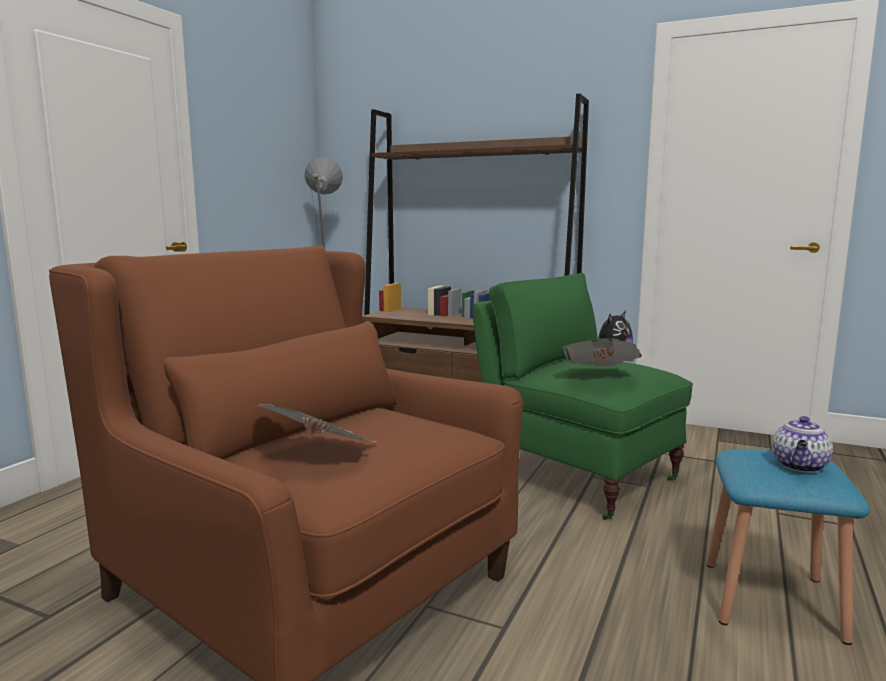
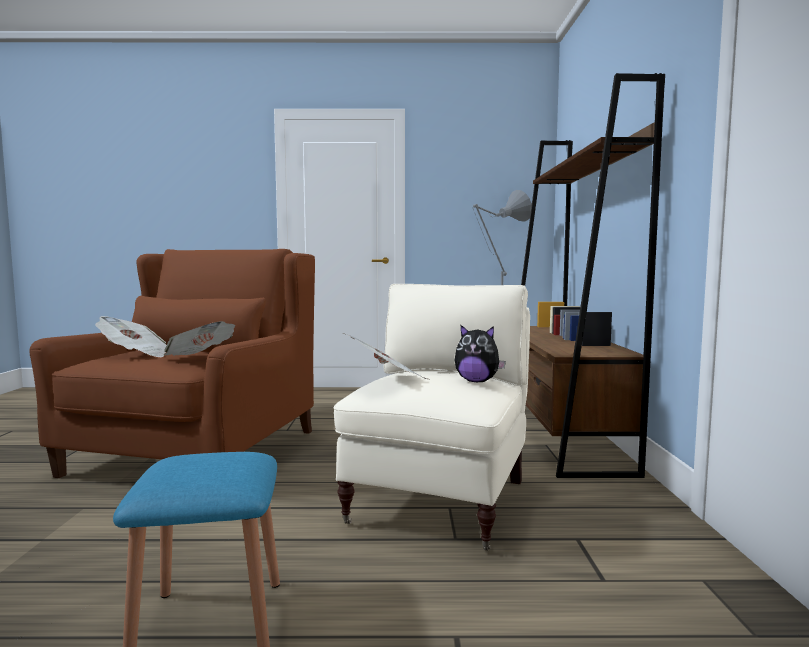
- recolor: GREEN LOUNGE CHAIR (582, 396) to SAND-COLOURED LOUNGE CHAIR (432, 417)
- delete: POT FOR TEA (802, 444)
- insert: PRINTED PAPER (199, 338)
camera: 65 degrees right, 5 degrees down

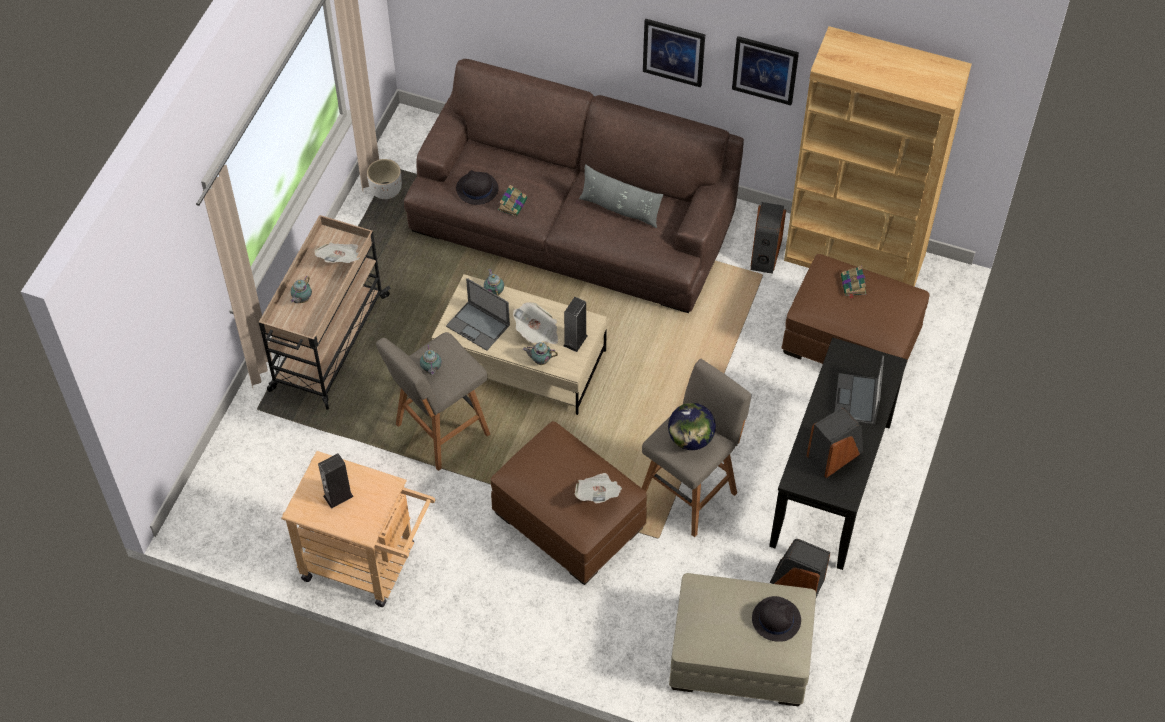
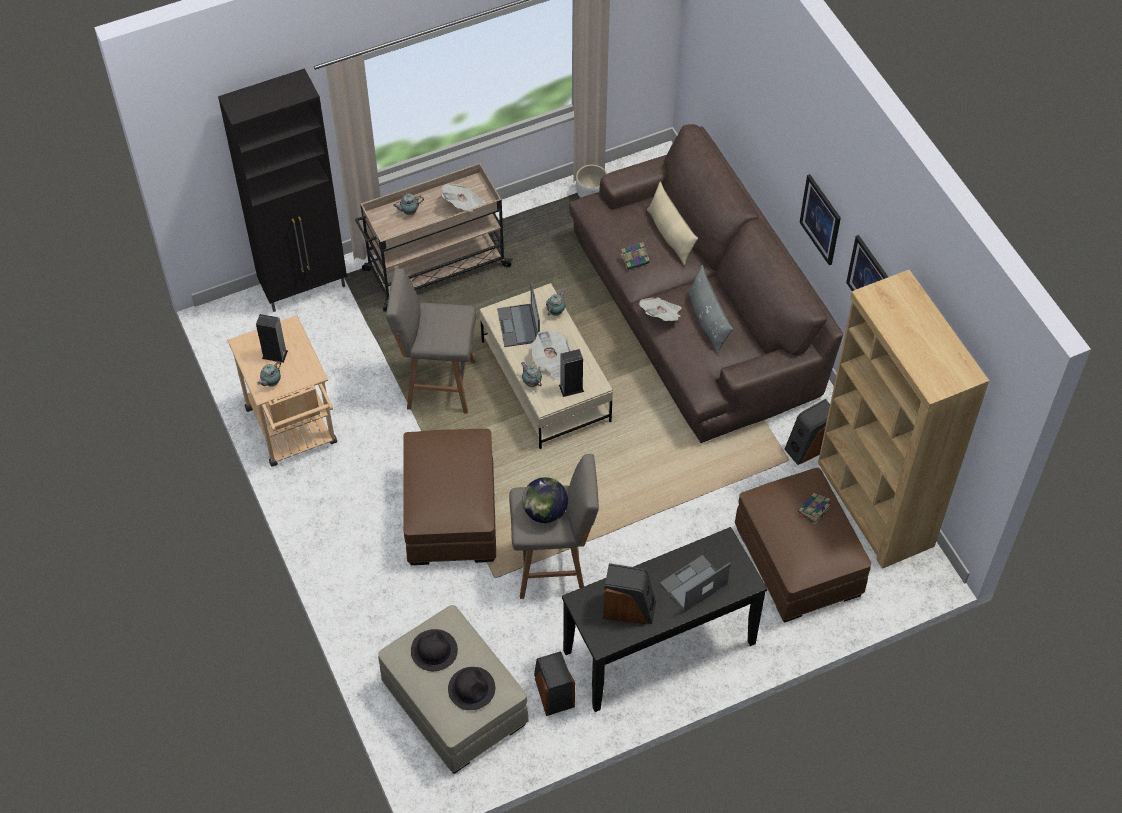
- move: BLACK WEARABLE HAT (477, 187) to (434, 650)
- move: POT FOR TEA (431, 360) to (269, 374)
- move: PRINTED PAPER (598, 488) to (660, 309)
- insert: BLACK STORAGE CABINET (282, 190)
- insert: SAND-COLOURED PILLOW (672, 224)
camera: 45 degrees right, 0 degrees up

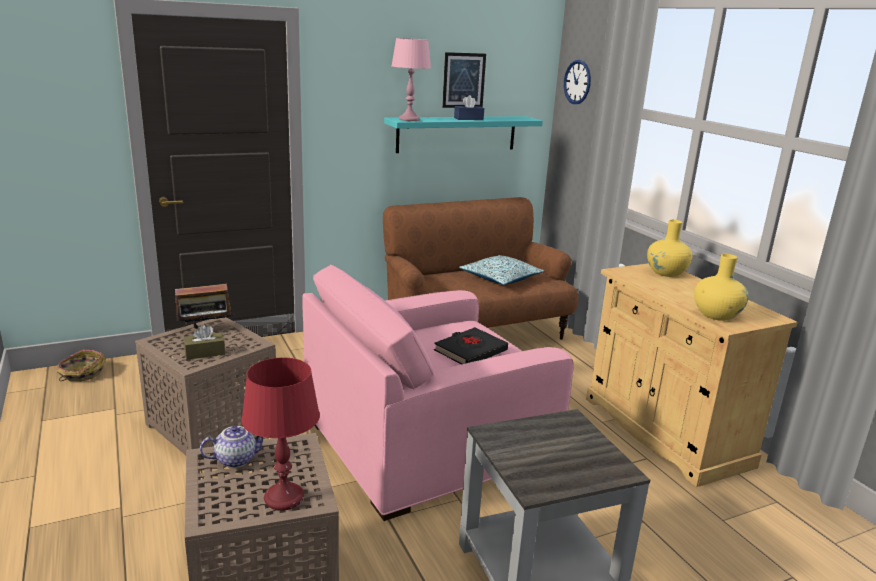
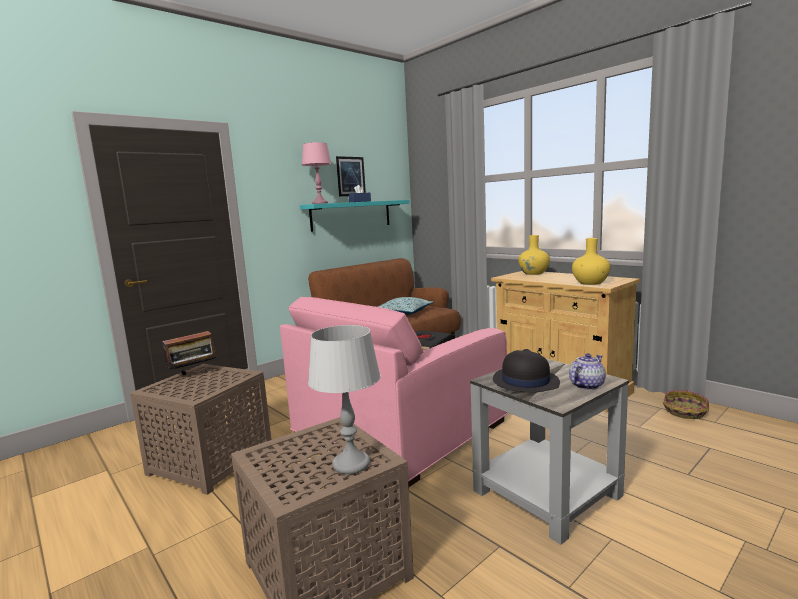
- delete: CLOCK ON THE WALL (577, 82)
- delete: BROWN-COLOURED BOX OF TISSUES (204, 342)
- move: BASKET (81, 365) to (686, 404)
- recolor: RED-COLOURED TABLE LAMP (280, 434) to GREY TABLE LAMP (344, 399)
- move: POT FOR TEA (231, 447) to (587, 371)
- insert: BLACK WEARABLE HAT (526, 370)
camera: 15 degrees left, 10 degrees down

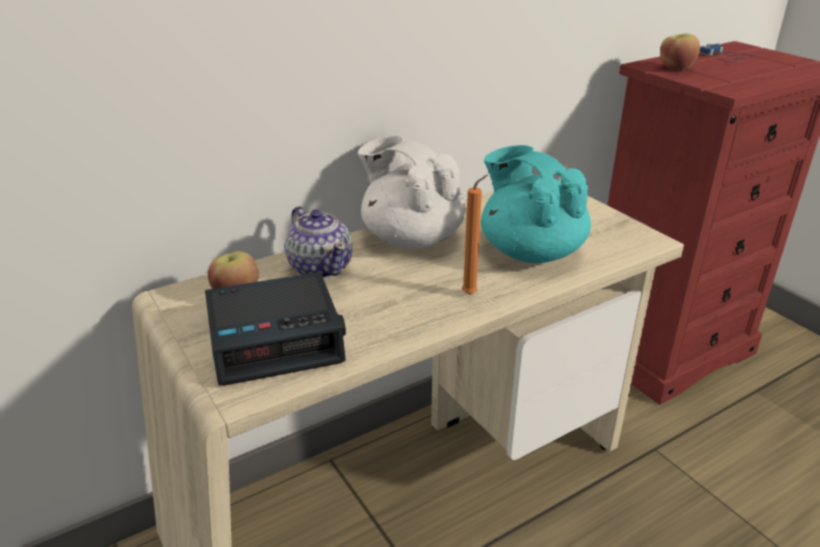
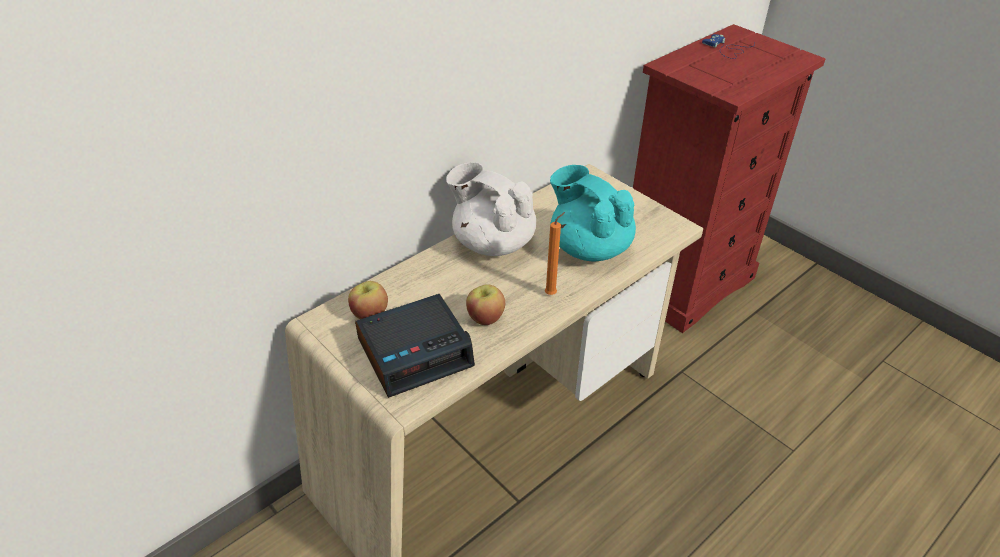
- move: WHOLE APPLE (680, 52) to (485, 304)
- delete: POT FOR TEA (318, 242)
camera: 10 degrees left, 10 degrees up

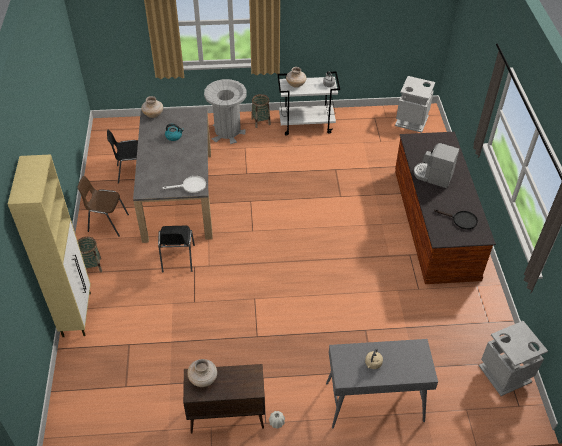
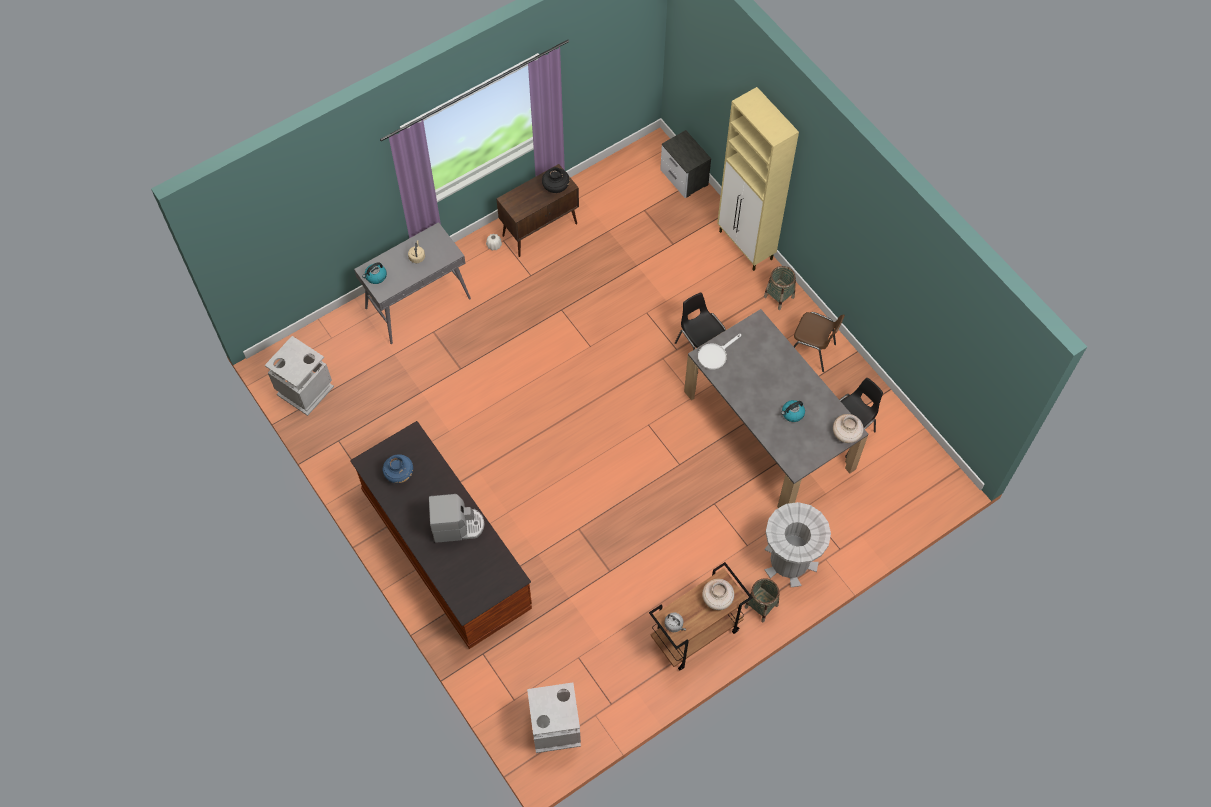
- recolor: WHITE-COLOURED WHEELED CART (308, 104) to BROWN-COLOURED WHEELED CART (701, 616)
- rotate: BROWN-COLOURED CHAIR (103, 206) = (819, 342) 45 degrees clockwise
- replace: BLACK FRYING PAN (456, 219) to BLUE-COLOURED VASE (398, 468)
- recolor: SAND-COLOURED VASE (202, 373) to BLACK VASE (556, 180)
- insert: BEDSIDE TABLE (685, 164)
- insert: TEA KETTLE (374, 273)
camera: 150 degrees right, 15 degrees up

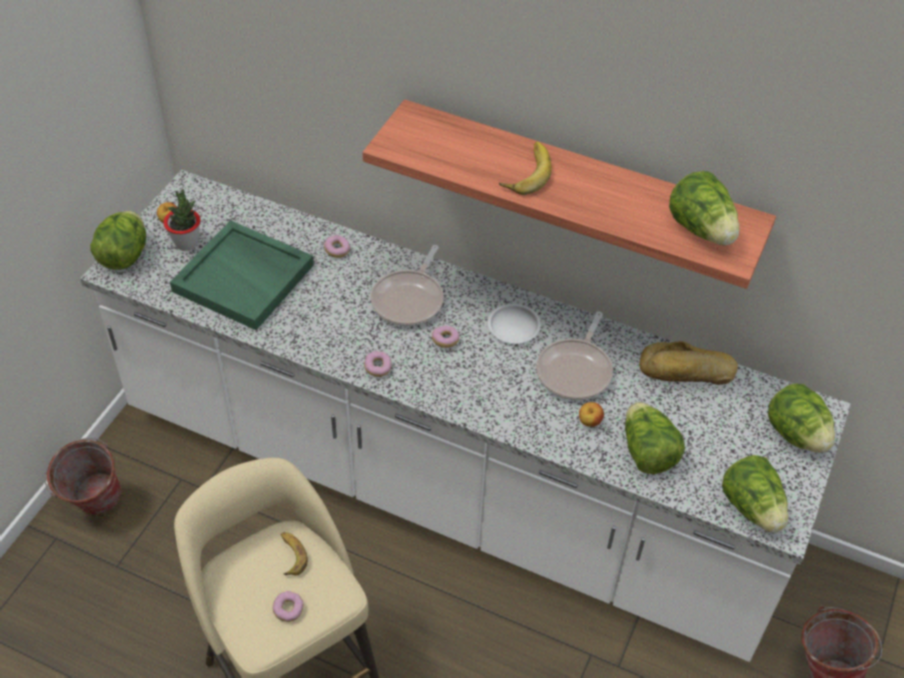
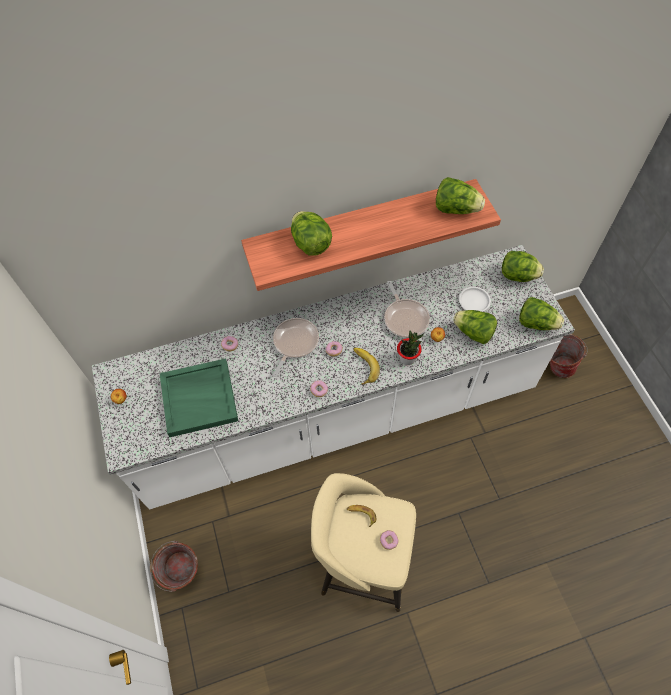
- move: WHOLE BANANA (525, 168) to (366, 366)
- move: PLANT IN A POT (181, 220) to (410, 348)
- move: HEAD OF LETTUCE (118, 240) to (311, 233)
- rotate: FRYING PAN (407, 285) = (296, 347) 135 degrees counterclockwise
- move: WHITE-COLOURED FLAT DISH (514, 324) to (475, 299)
- delete: BAKED BREAD (688, 363)
camera: 40 degrees left, 10 degrees up

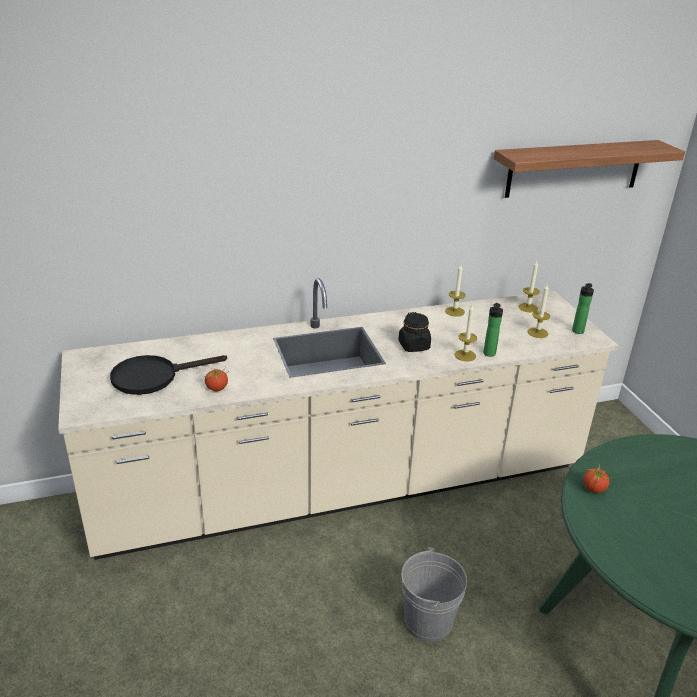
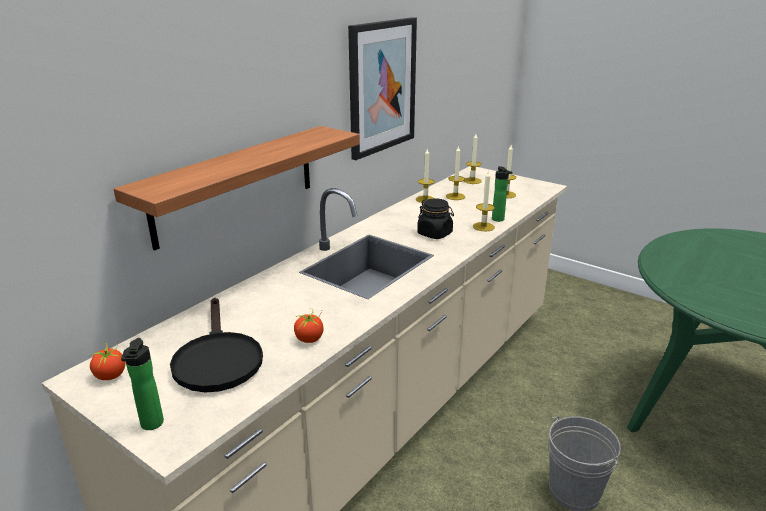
- move: WALL SHELF (589, 169) to (237, 188)
- move: BEVERAGE BOTTLE (583, 308) to (142, 384)
- rotate: BLACK FRYING PAN (168, 375) = (216, 345) 45 degrees counterclockwise
- move: WHOLE TOMATO (596, 479) to (108, 360)
- insert: PICTURE (382, 88)
- insert: CANDLE (455, 172)
camera: 35 degrees left, 5 degrees down

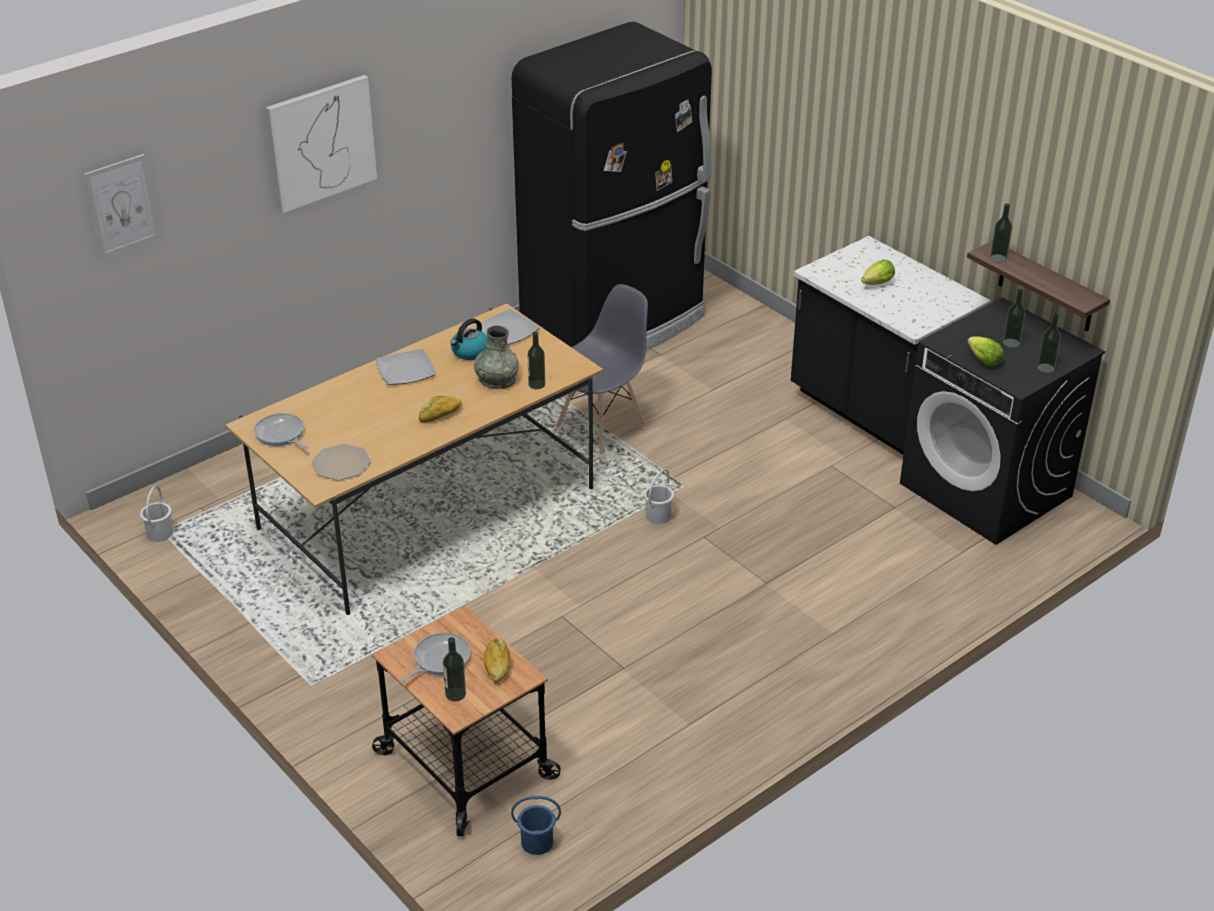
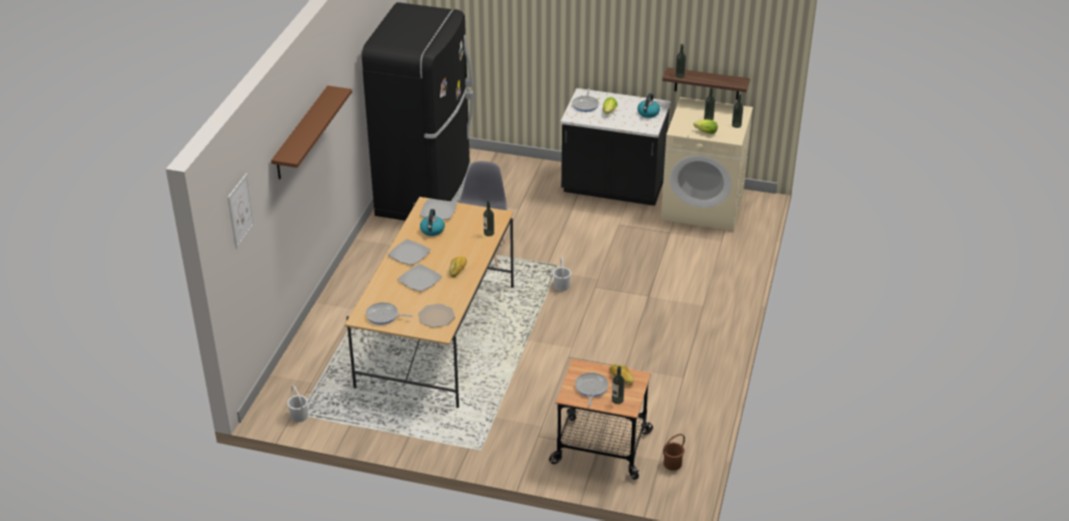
- replace: PICTURE (321, 144) to BROWN-COLOURED WALL SHELF (311, 133)
- recolor: BLACK LAUNDRY MACHINE (1002, 421) to SAND-COLOURED LAUNDRY MACHINE (707, 164)
- delete: GREY VASE (496, 357)
- recolor: BLUE-COLOURED BUCKET (536, 825) to BROWN-COLOURED BUCKET (674, 452)
- insert: FRYING PAN (585, 100)
- insert: TEA KETTLE (648, 105)
- insert: FLAT DISH (420, 278)
camera: 35 degrees left, 0 degrees up

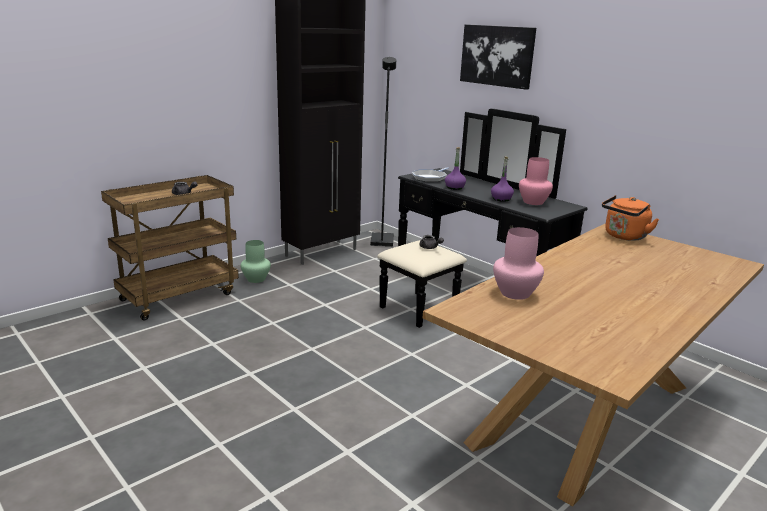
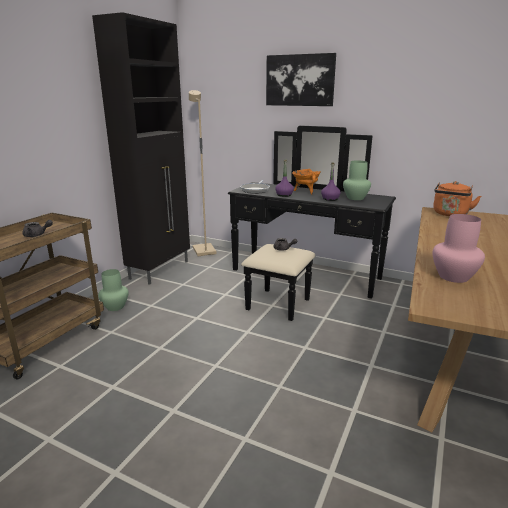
- recolor: BLACK FLOOR LAMP (383, 152) to SAND-COLOURED FLOOR LAMP (203, 173)
- recolor: PINKISH VASE (536, 181) to GREEN VASE (357, 180)
- insert: ORANGE-COLOURED COOKING POT (306, 181)
camera: 20 degrees left, 0 degrees up

